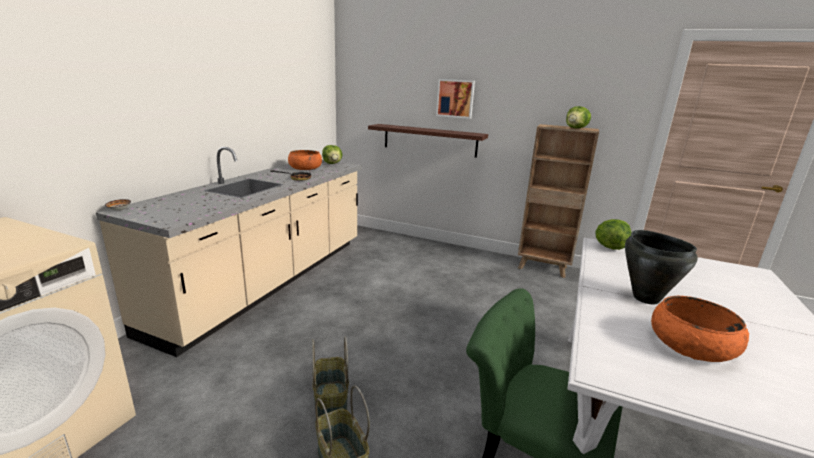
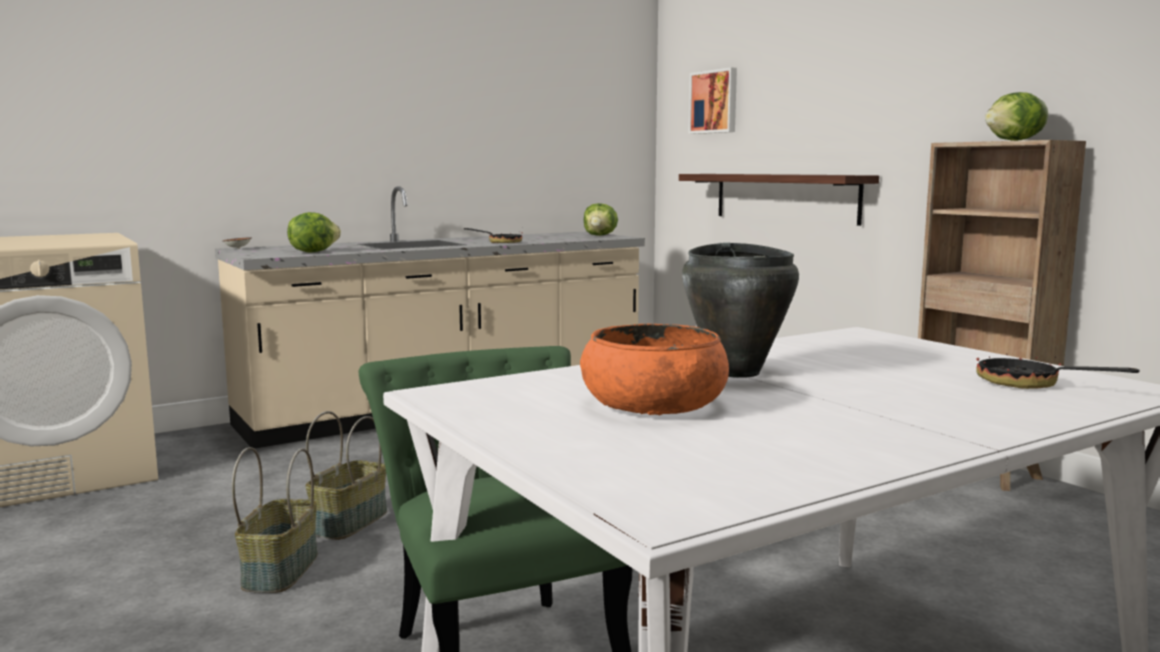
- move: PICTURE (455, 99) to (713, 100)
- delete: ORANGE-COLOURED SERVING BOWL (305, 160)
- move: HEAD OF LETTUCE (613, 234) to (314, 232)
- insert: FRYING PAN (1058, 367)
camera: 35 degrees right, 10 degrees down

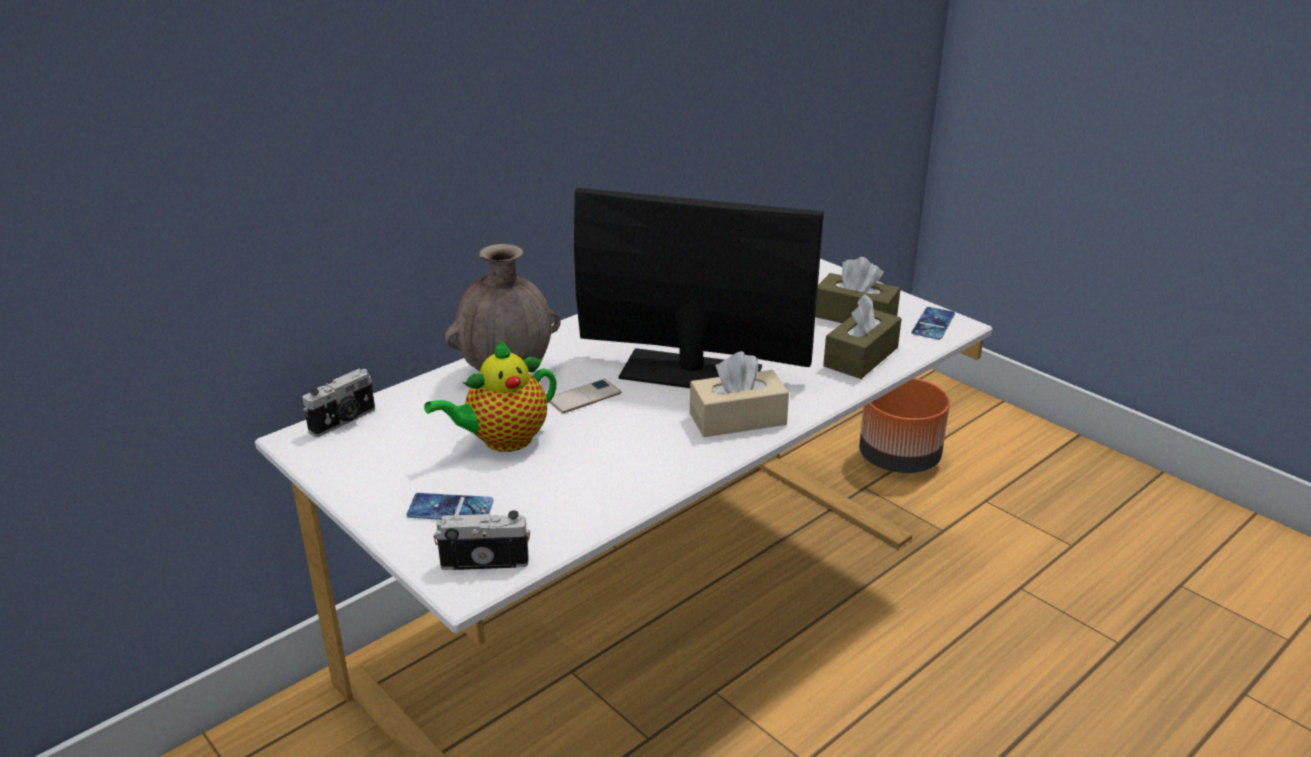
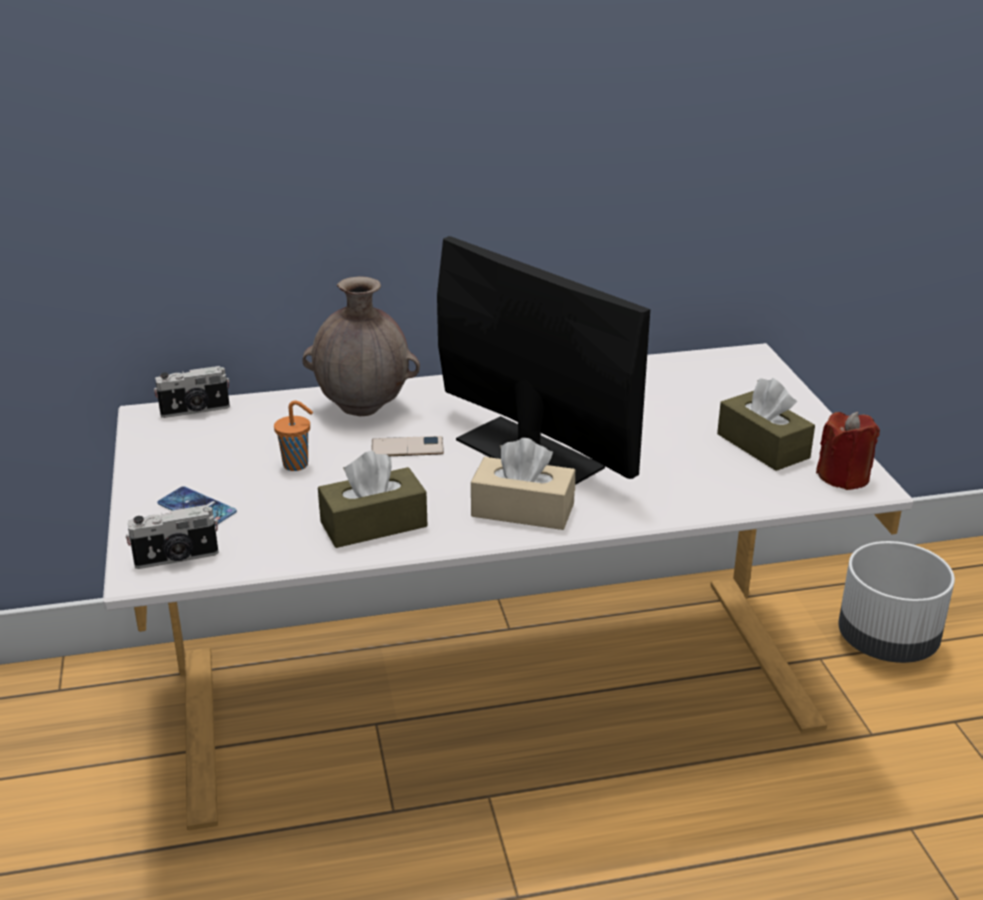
- move: BROWN-COLOURED BOX OF TISSUES (862, 336) to (373, 499)
- replace: HANDSET (933, 323) to RED-COLOURED CANDLE (848, 451)
- replace: POT FOR TEA (490, 396) to ORANGE-COLOURED CUP (293, 435)
- recolor: ORANGE-COLOURED PLANT POT (904, 425) to WHITE-COLOURED PLANT POT (896, 602)
- rotate: STILL CAMERA (482, 540) = (172, 537) 135 degrees clockwise
camera: 30 degrees right, 0 degrees up

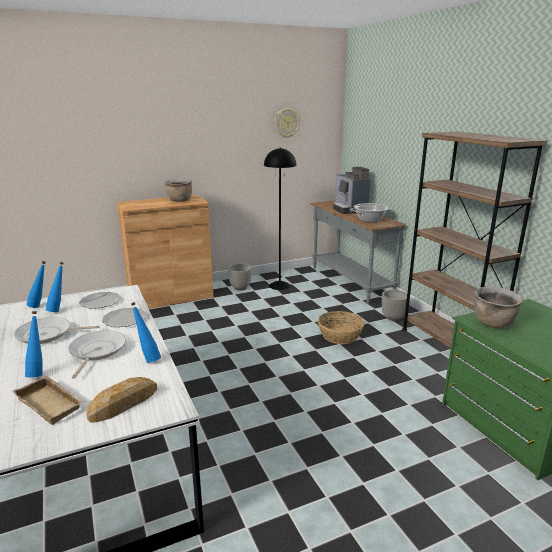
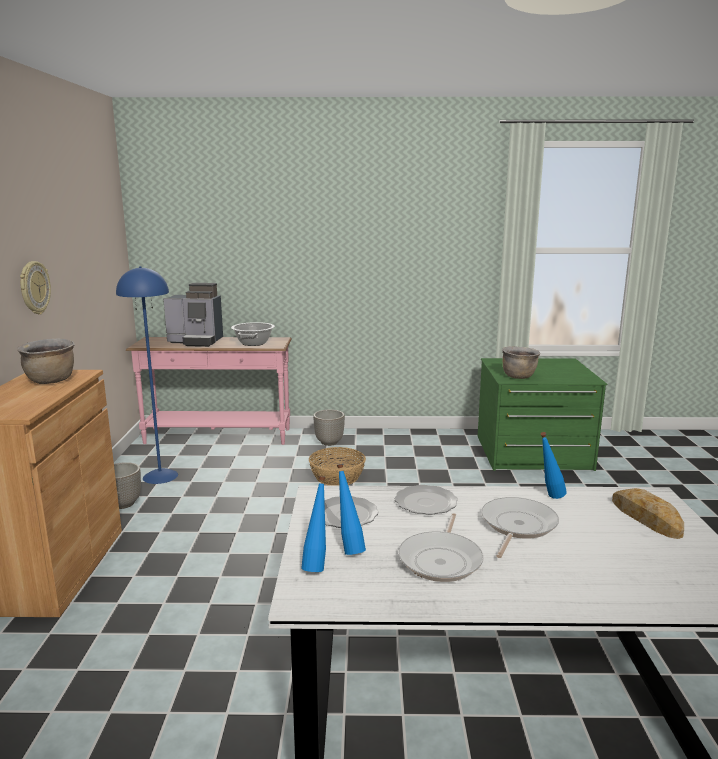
- move: CLOCK ON THE WALL (287, 123) to (35, 288)
- delete: BROWN-COLOURED BOOKCASE (474, 239)
- recolor: BLACK FLOOR LAMP (280, 219) to BLUE-COLOURED FLOOR LAMP (147, 375)
- recolor: GREY HALL TABLE (358, 252) to PINKISH HALL TABLE (209, 391)
- delete: BLUE-COLOURED BEVERAGE BOTTLE (34, 344)
- rotate: FRYING PAN (97, 354) = (520, 527) 90 degrees clockwise
- delete: SAND-COLOURED CARRYING TRAY (48, 400)
camera: 65 degrees left, 5 degrees down

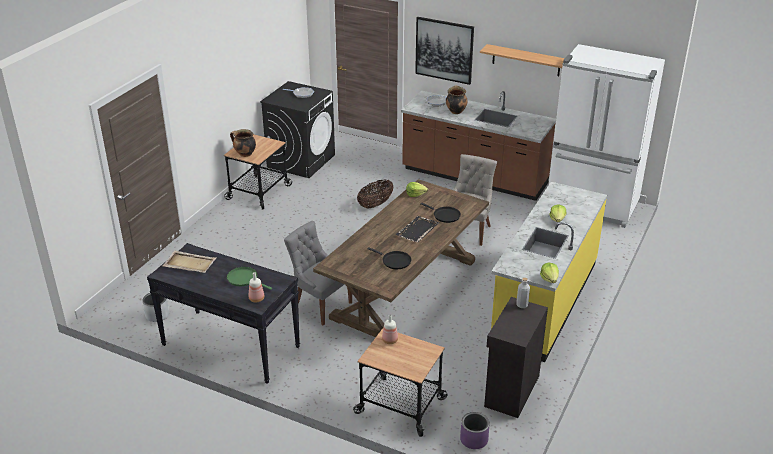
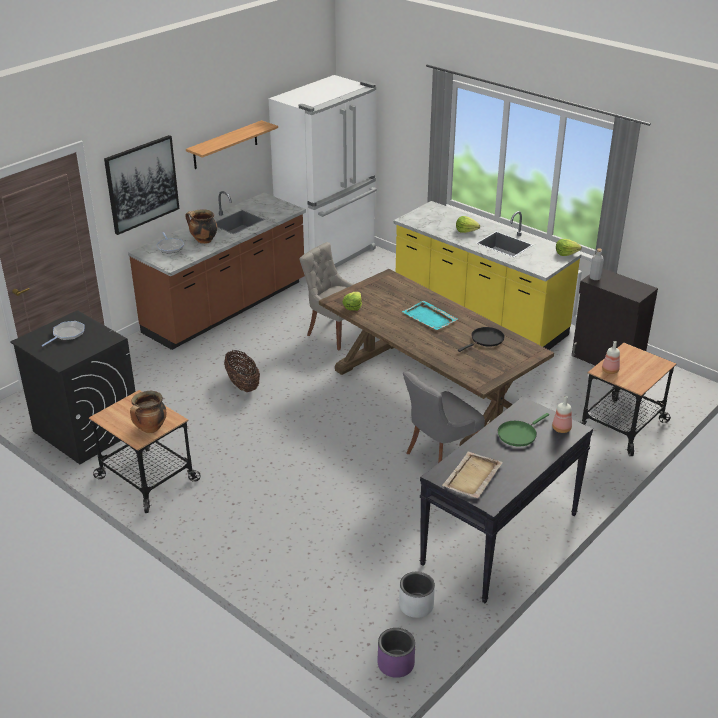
- delete: BLACK FRYING PAN (440, 212)
- recolor: BLACK CARRYING TRAY (417, 229) to BLUE-GREEN CARRYING TRAY (430, 315)
- move: PURPLE-COLOURED PLANT POT (475, 430) to (396, 653)
camera: 75 degrees left, 0 degrees up

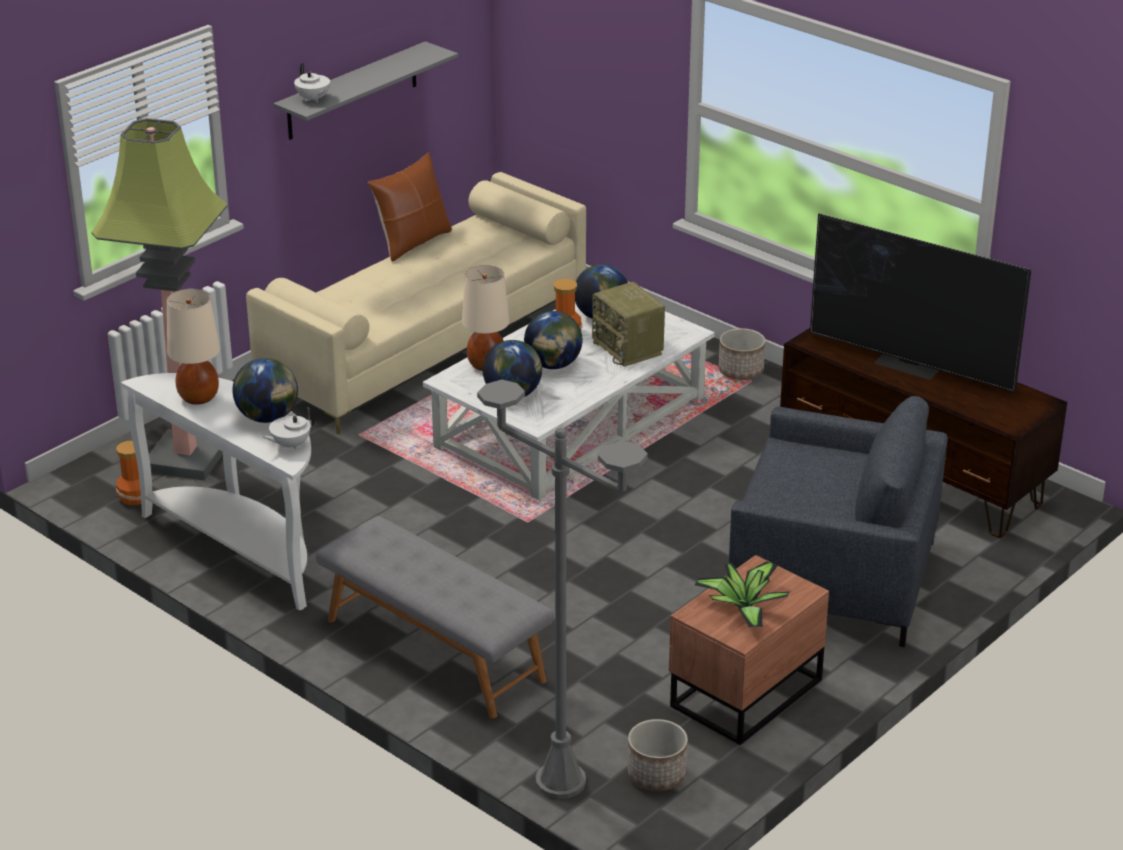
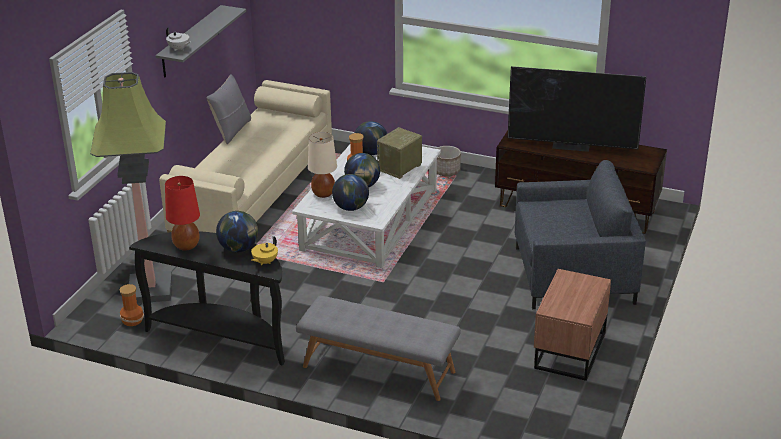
- recolor: BROWN-COLOURED PILLOW (409, 207) to GREY PILLOW (228, 109)
- rotate: RADIO (628, 324) = (399, 153) 90 degrees clockwise
- recolor: SAND-COLOURED TABLE LAMP (193, 347) to RED-COLOURED TABLE LAMP (182, 213)
- recolor: WHITE-COLOURED HALL TABLE (216, 492) to BLACK HALL TABLE (207, 298)
- delete: GREY FLOOR LAMP (562, 589)
- recolor: WHITE-COLOURED POT FOR TEA (288, 428) to YELLOWISH POT FOR TEA (264, 250)
- delete: PLANT IN A POT (742, 594)
- delete: PLANT POT (657, 755)
camera: 20 degrees left, 0 degrees up

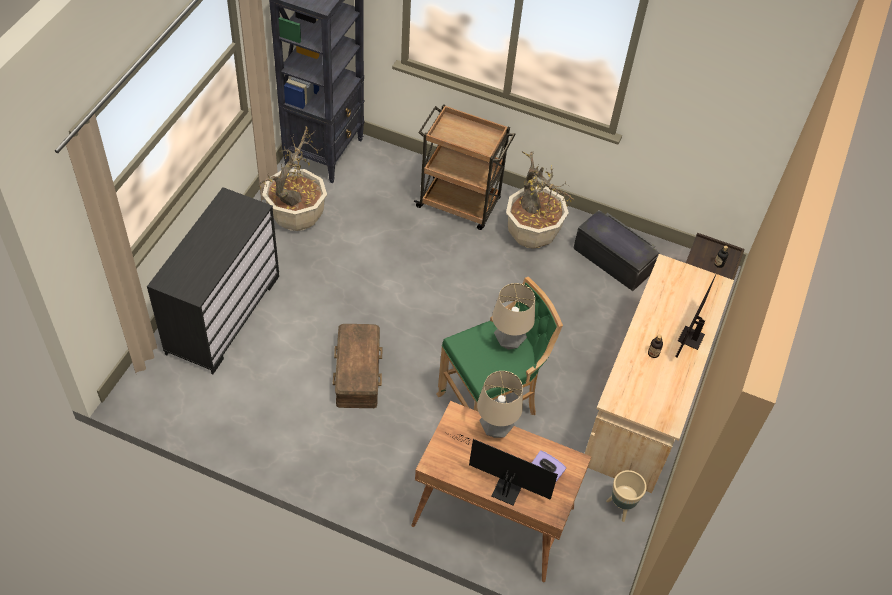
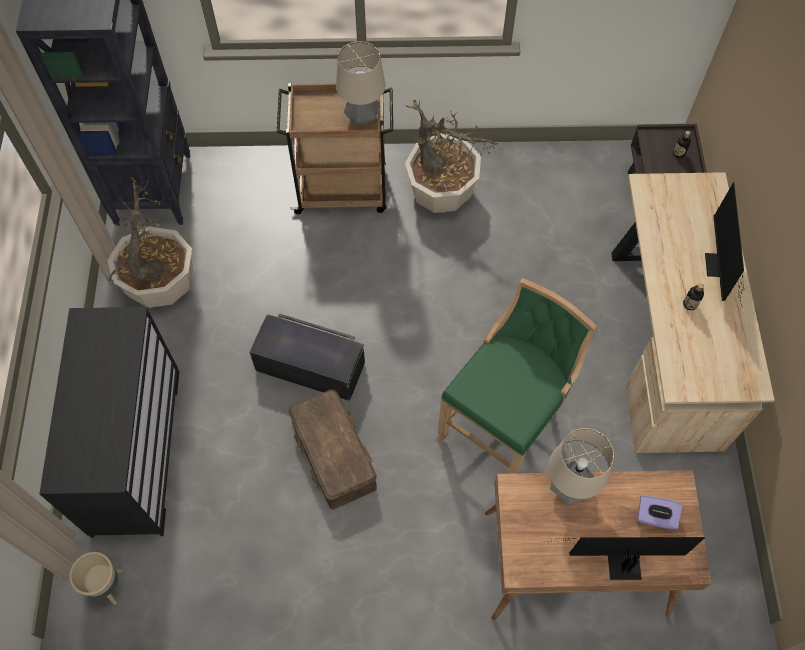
- move: BLACK STORAGE CONTAINER (616, 250) to (307, 357)
- move: TABLE LAMP (513, 316) to (360, 83)
- move: SAND-COLOURED PLANT POT (626, 496) to (95, 578)
camera: 20 degrees left, 10 degrees up

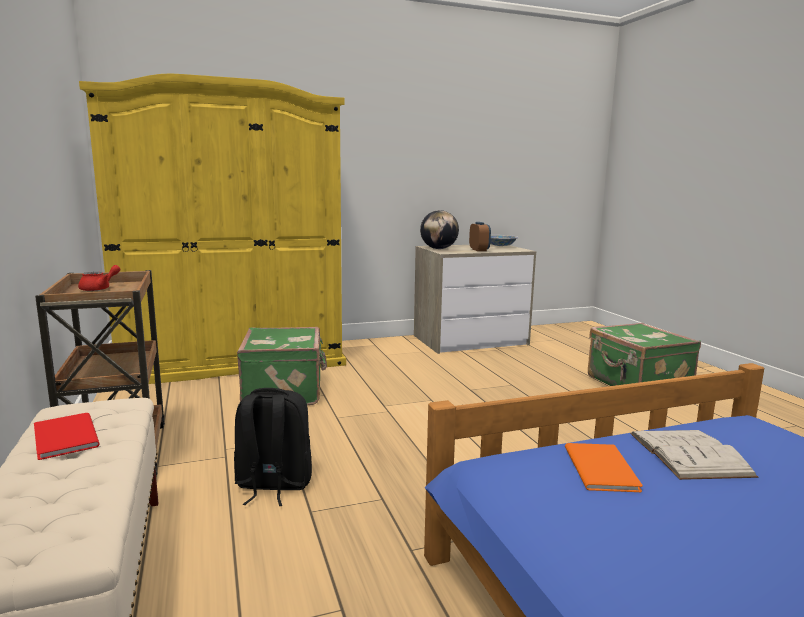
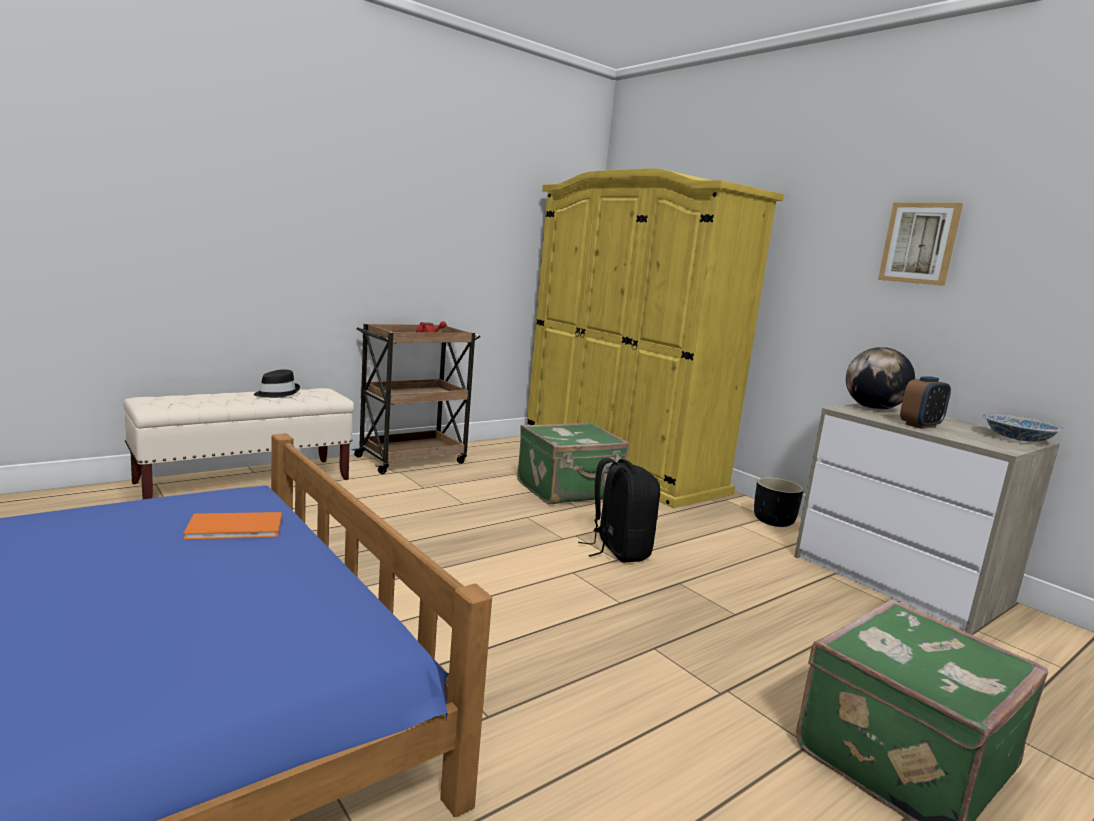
- move: BLACK BACKPACK (273, 447) to (619, 510)
- replace: RED-COLOURED BOOK (67, 436) to BLACK WEARABLE HAT (277, 383)
- delete: WHITE-COLOURED BOOK (694, 455)
- insert: PICTURE (920, 244)
- insert: BLACK PLANT POT (779, 502)
camera: 70 degrees right, 0 degrees up

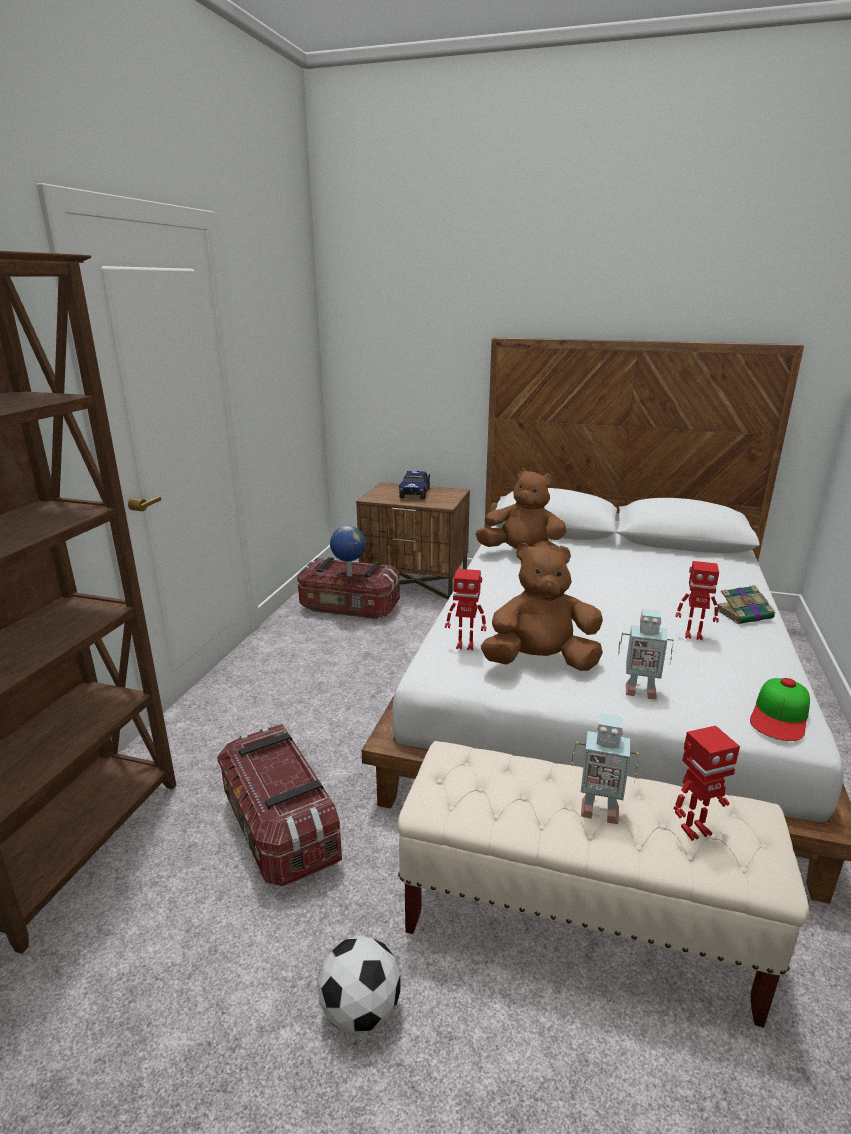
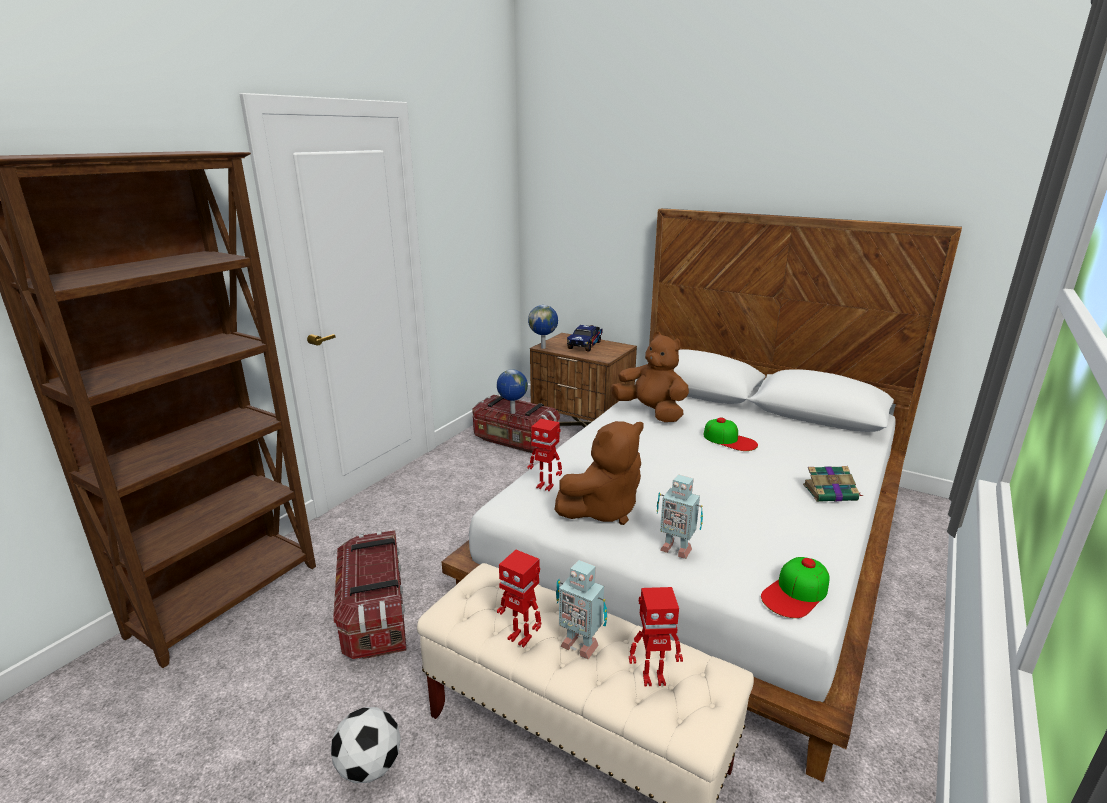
- rotate: BROWN-COLOURED CUDDLY TOY (542, 607) = (599, 473) 135 degrees clockwise
- move: MODEL ROBOT (697, 600) to (519, 598)
- insert: DESK GLOBE (543, 327)
- insert: PEAKED CAP (730, 434)
camera: 15 degrees right, 0 degrees up

